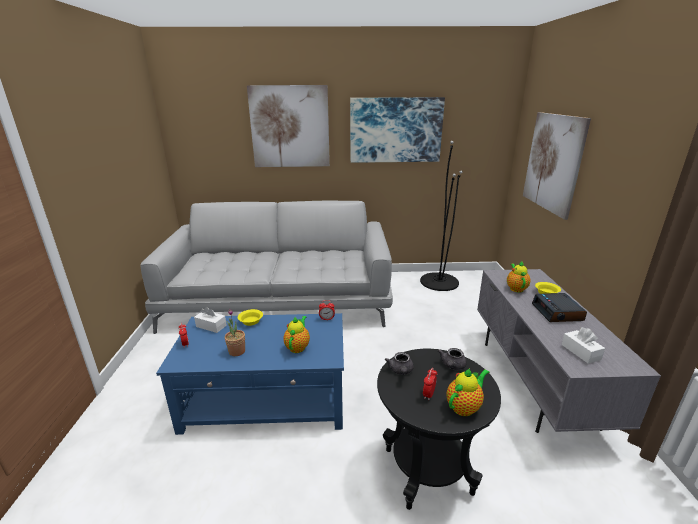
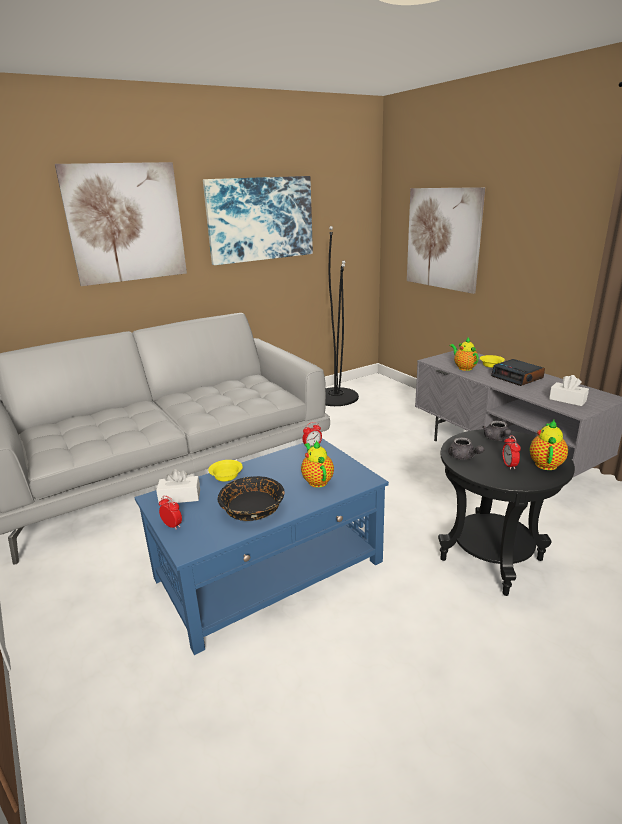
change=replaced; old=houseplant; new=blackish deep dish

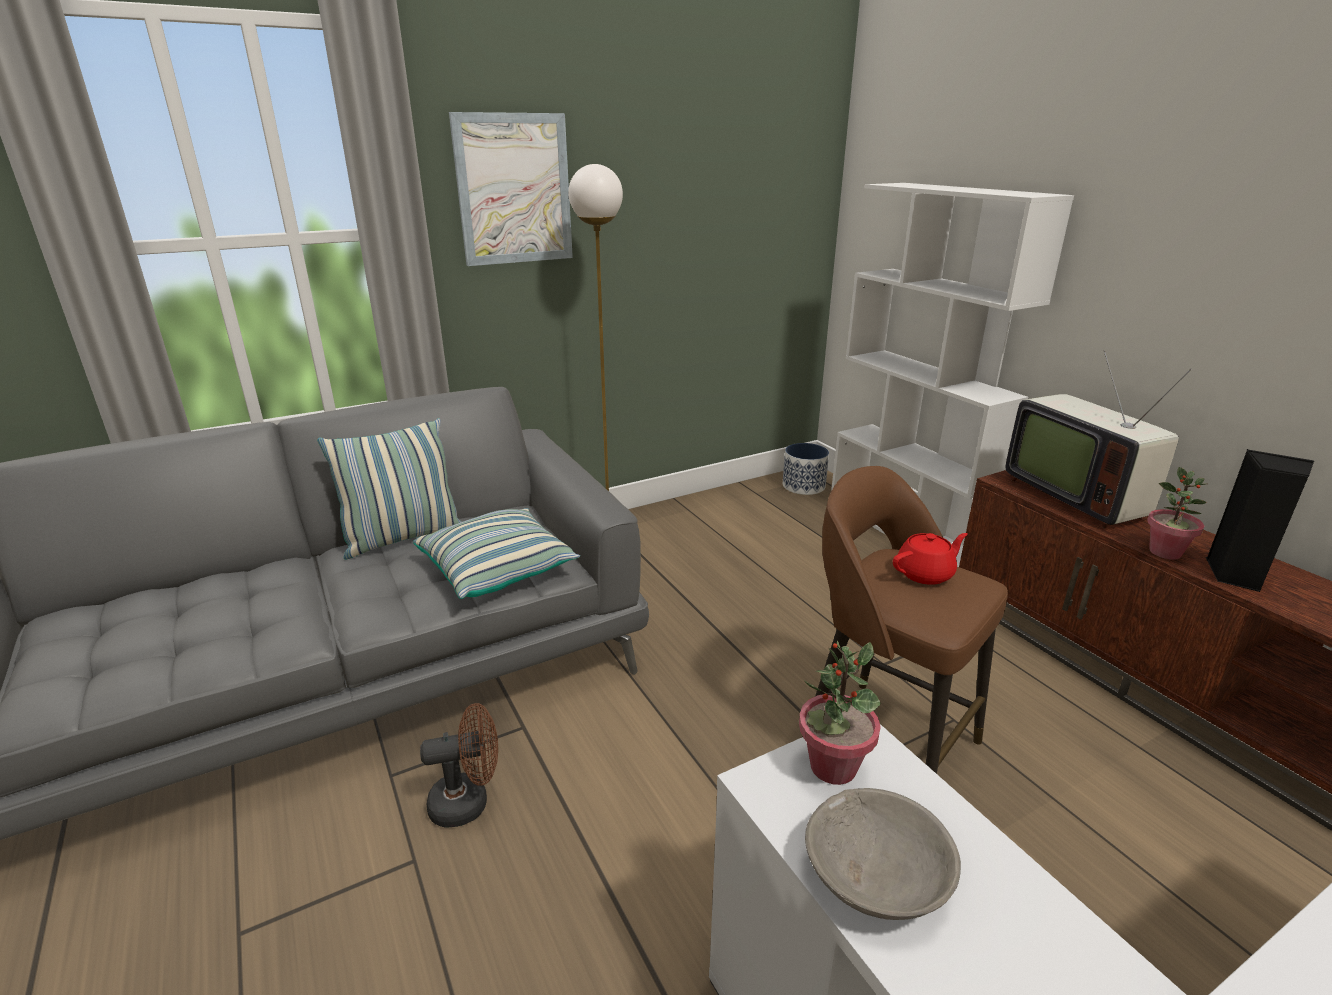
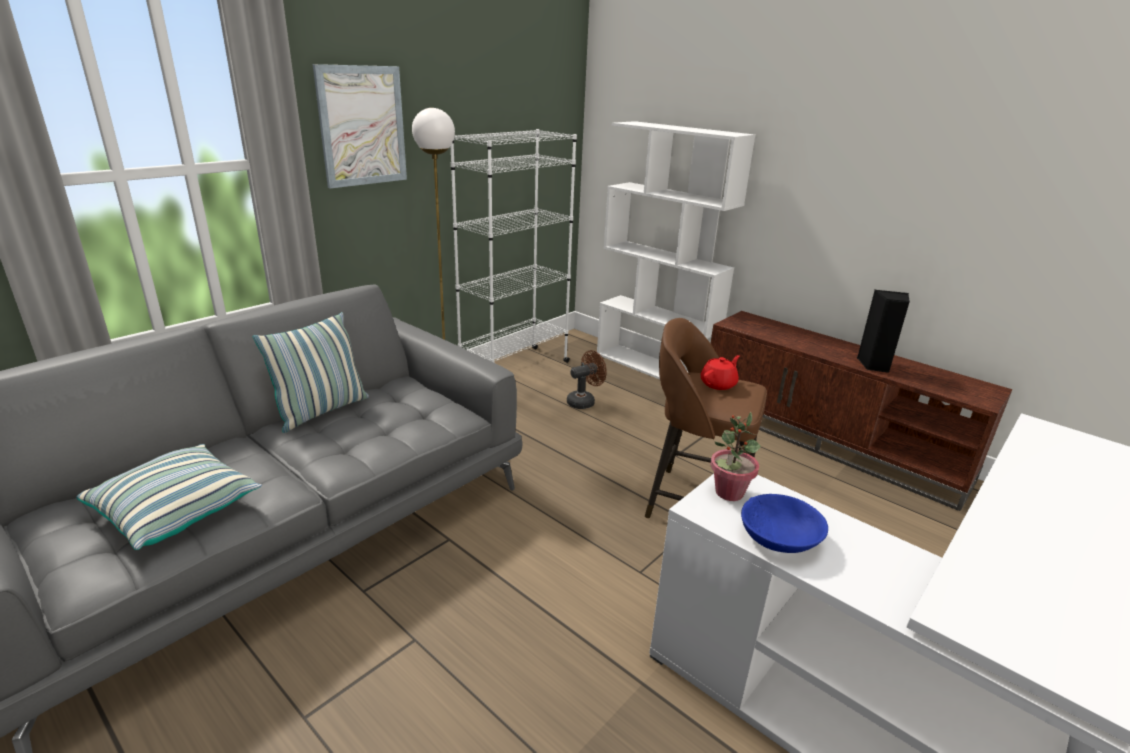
change=moved; old=throw pillow (2nd from left in the first image); new=throw pillow (1st from left)
change=moved; old=brown cooling fan
change=removed; old=planter
change=recoloured; old=greyish deep dish; new=blue-coloured deep dish
change=removed; old=TV set
change=removed; old=houseplant (2nd from left)
change=added; new=white-coloured shelving unit (1st from left)

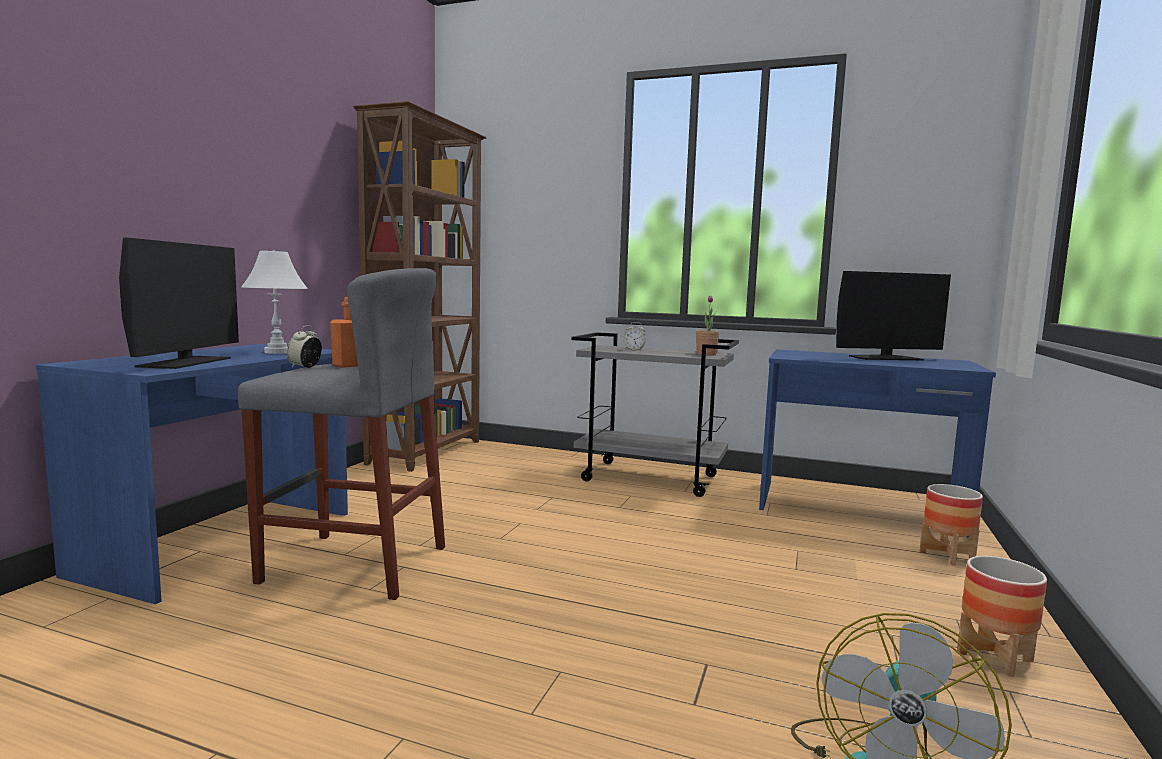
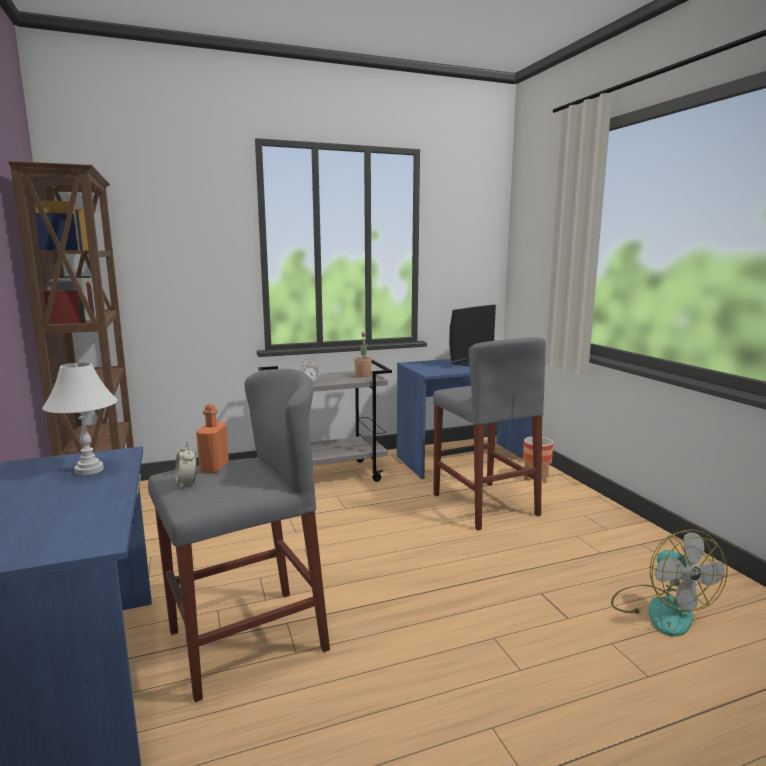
change=removed; old=computer screen (1st from left)
change=removed; old=planter (2nd from left)
change=added; new=greyish stool seat (2nd from left)

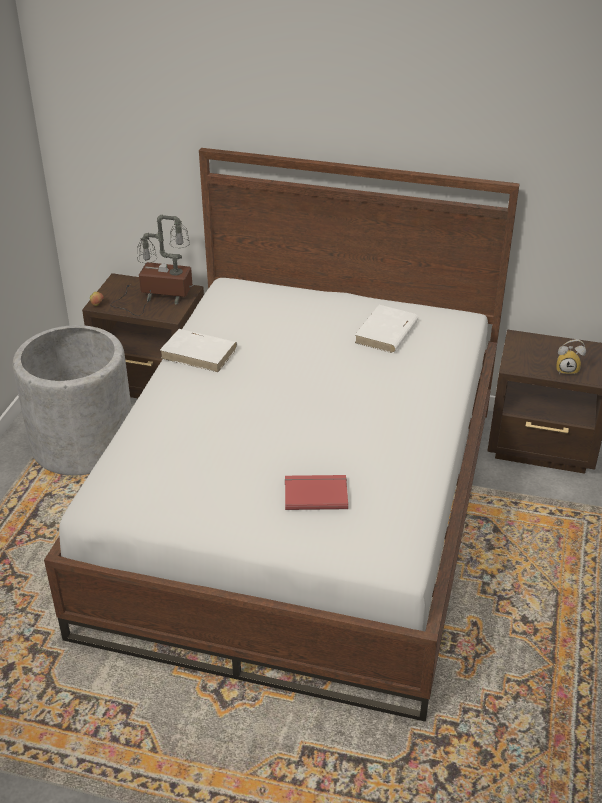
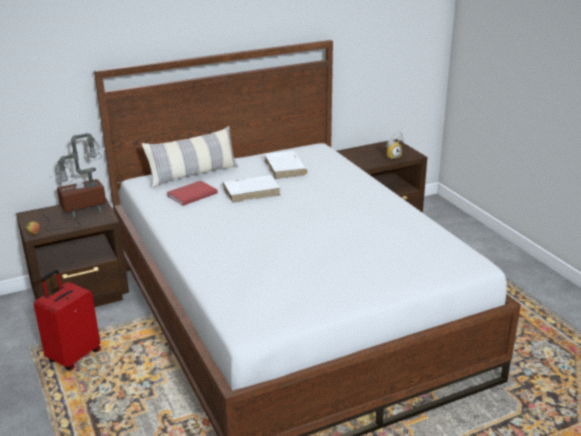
change=replaced; old=greyish planter; new=reddish travel case
change=moved; old=white-coloured book (1st from left)
change=moved; old=reddish book
change=added; new=throw pillow

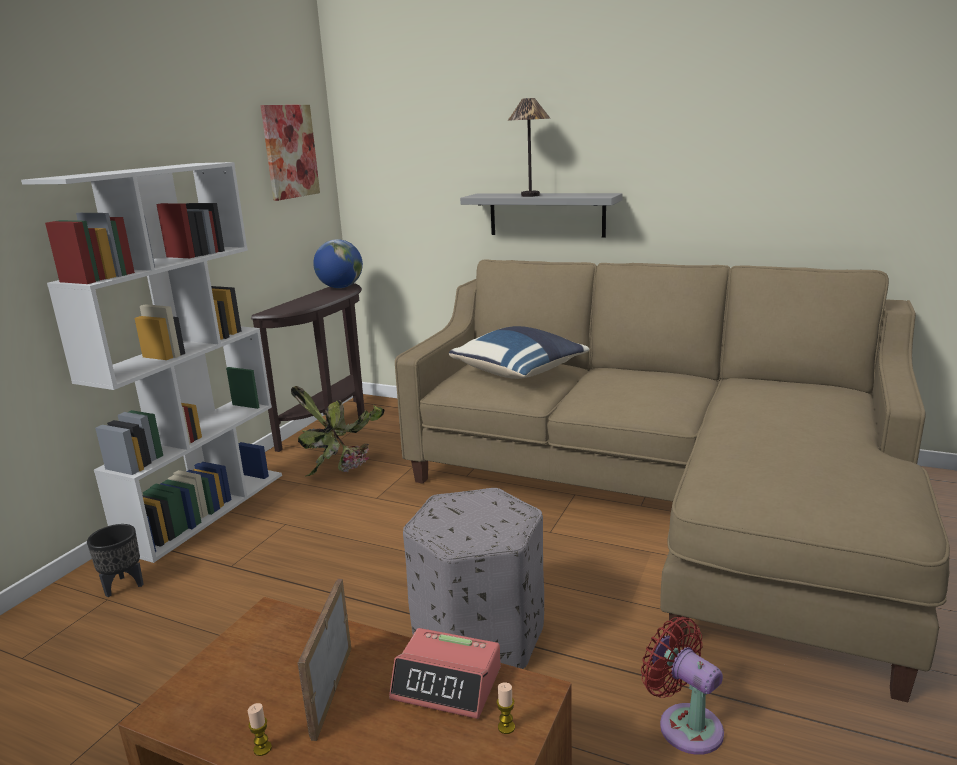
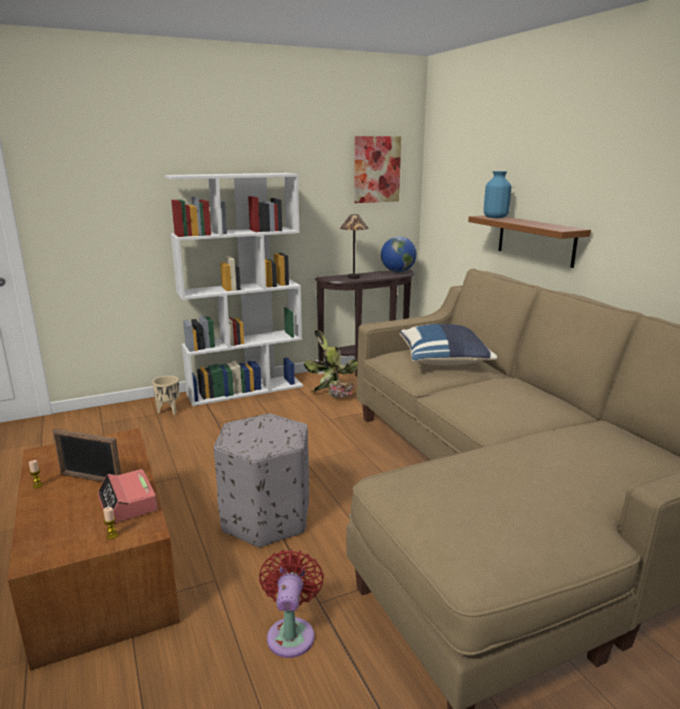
change=recoloured; old=blackish planter; new=sand-coloured planter
change=turned; old=picture frame; degrees=-120
change=recoloured; old=greyish shelf; new=brown shelf
change=moved; old=table lamp
change=added; new=blue-coloured decorative vase

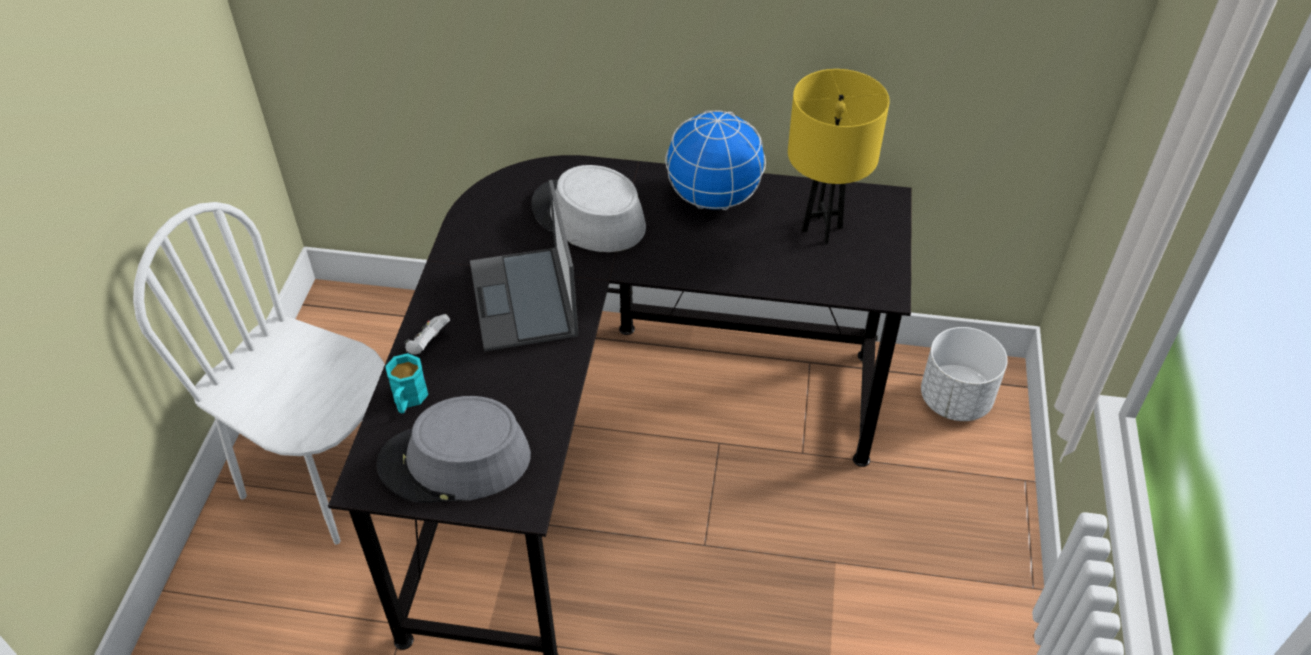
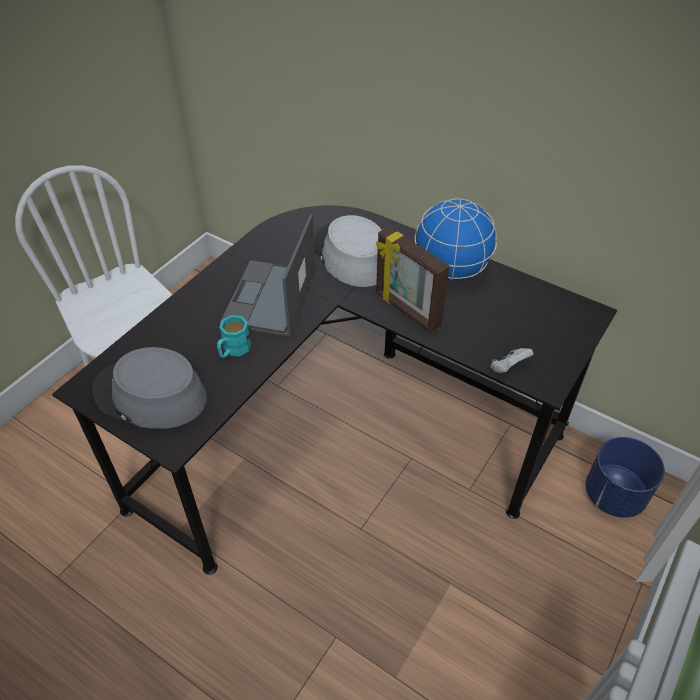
change=moved; old=blue-green tea mug
change=moved; old=white-coloured game controller
change=removed; old=yellow table lamp
change=recoloured; old=white-coloured planter; new=blue-coloured planter
change=added; new=picture frame

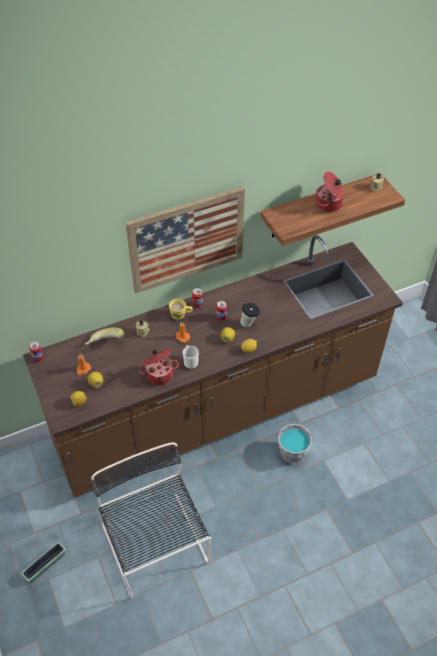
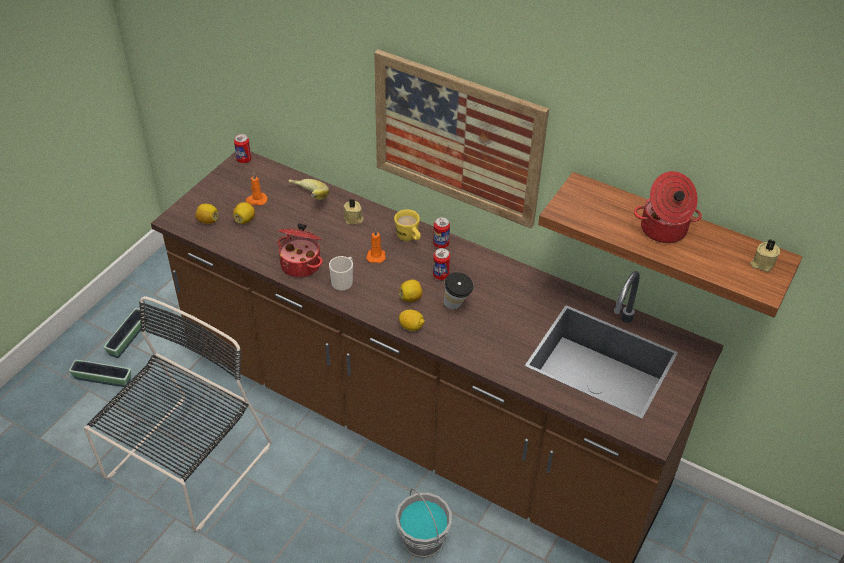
change=added; new=planter (2nd from left)

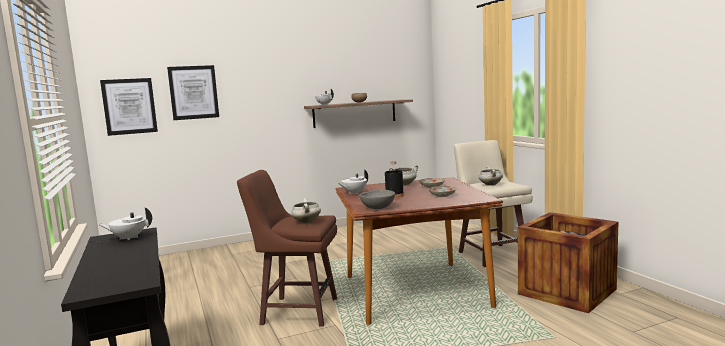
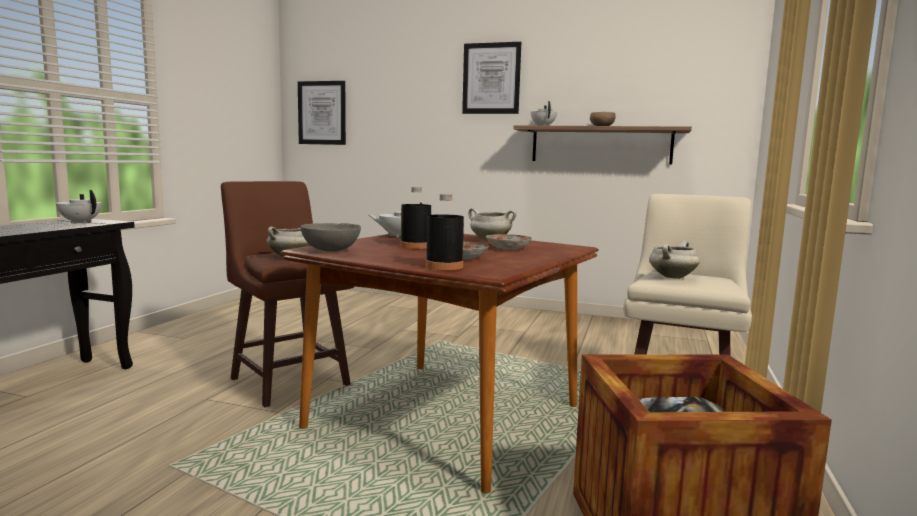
change=moved; old=picture (2nd from left)
change=added; new=blackish drink bottle (2nd from left)

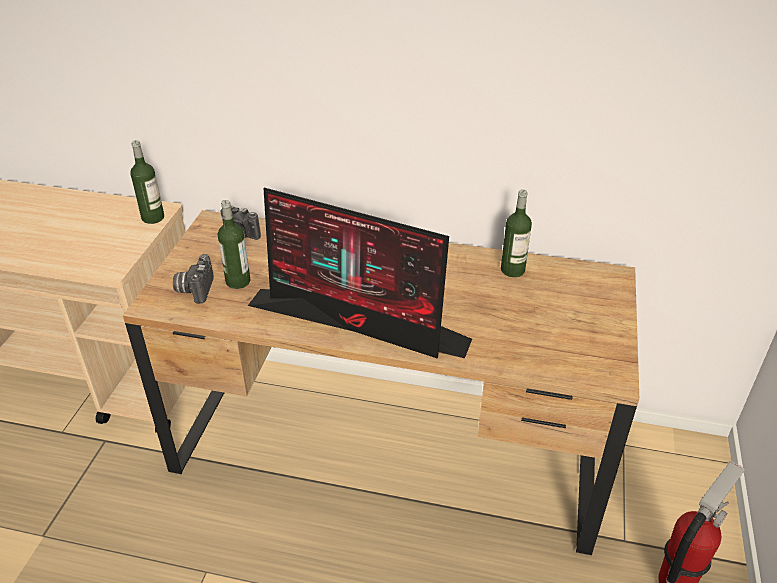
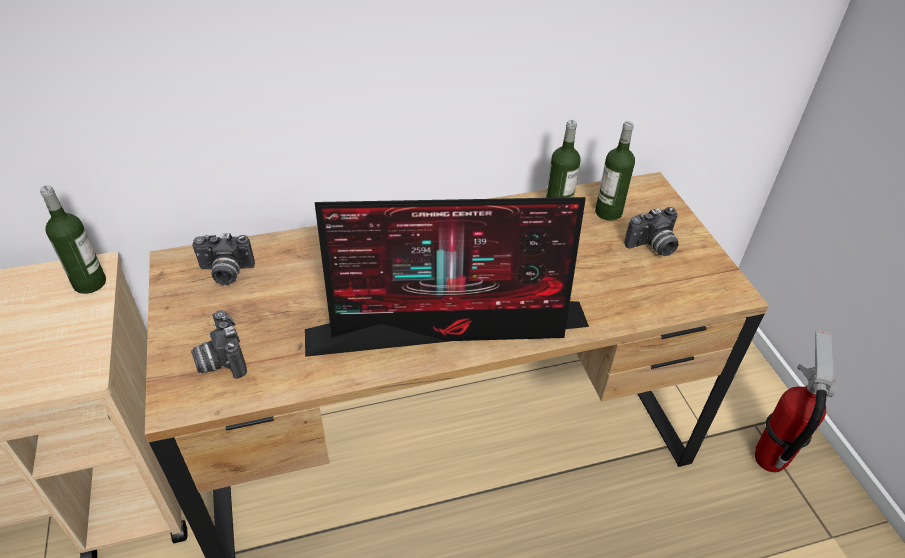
change=moved; old=drink bottle (2nd from left in the first image); new=drink bottle (3rd from left)
change=added; new=photo camera (3rd from left)

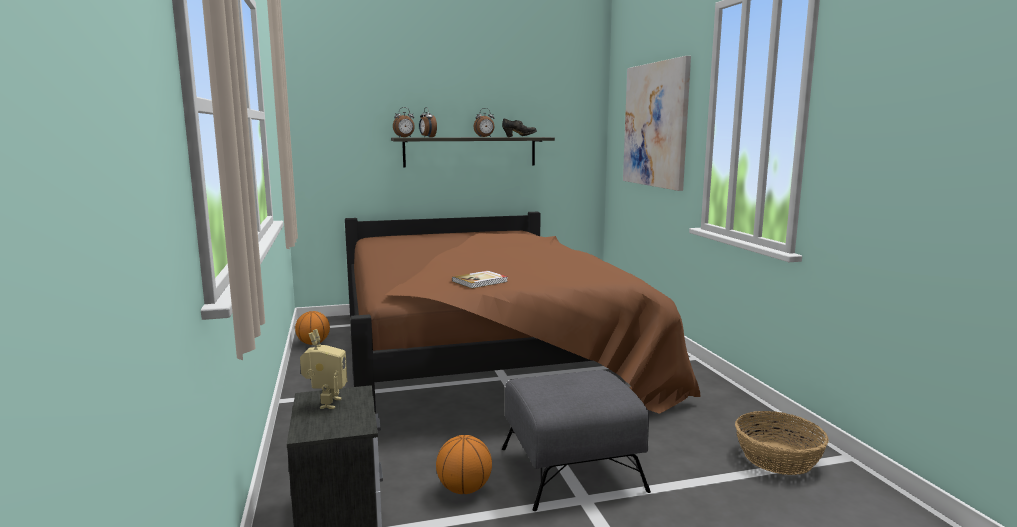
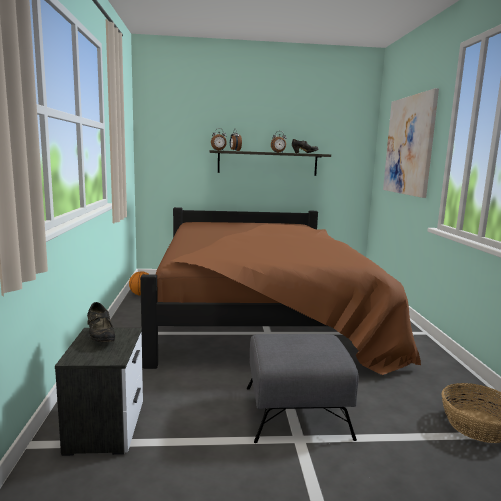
change=replaced; old=robot figure; new=blackish shoe (1st from left)
change=removed; old=basketball ball (2nd from left)
change=removed; old=book

